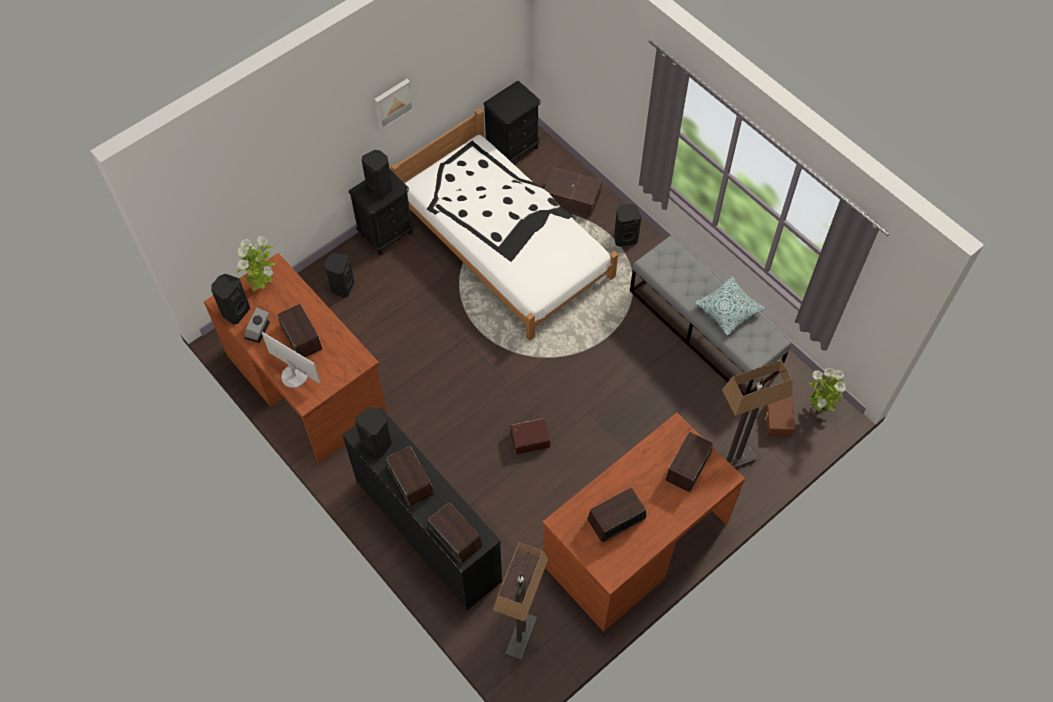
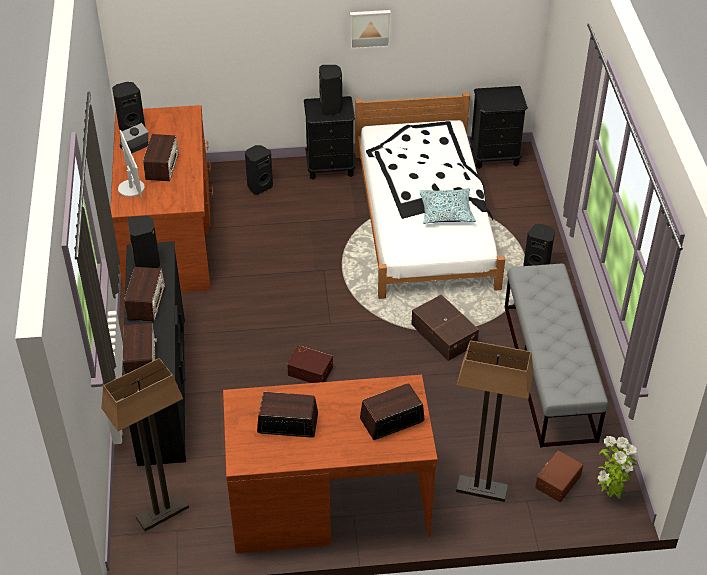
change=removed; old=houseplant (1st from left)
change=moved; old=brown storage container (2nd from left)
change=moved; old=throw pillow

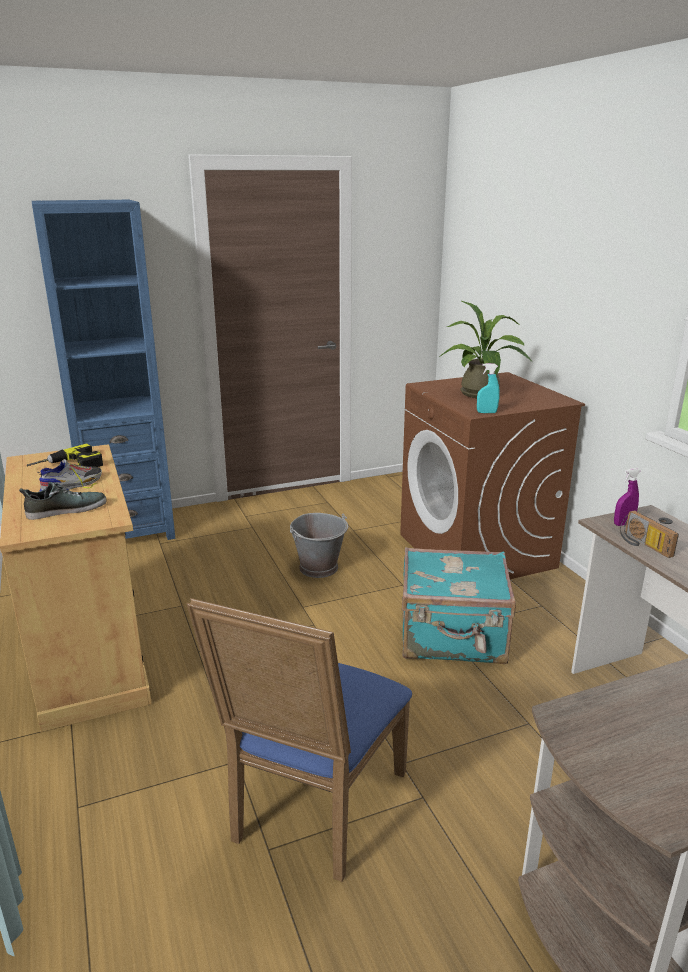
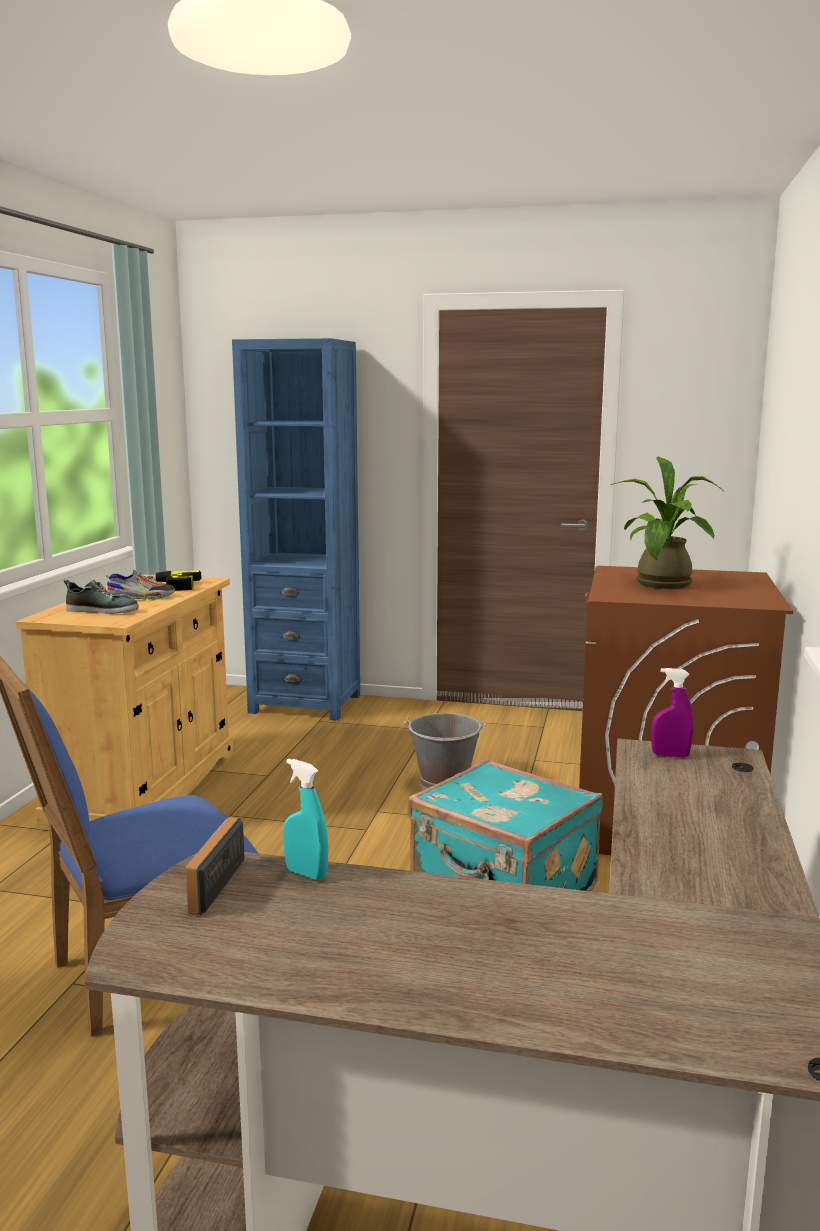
change=moved; old=blue-green hand sprayer
change=moved; old=radio receiver

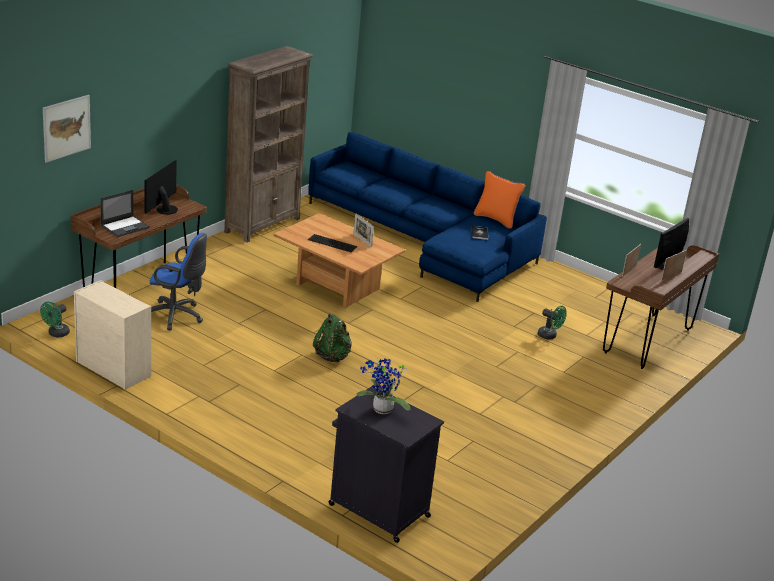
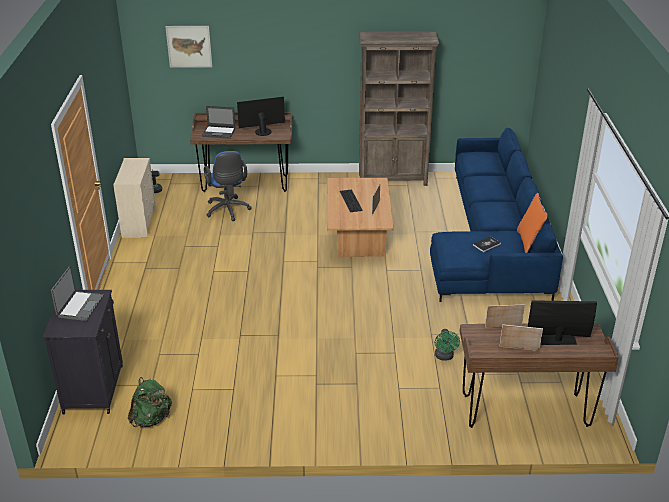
change=moved; old=greenish backpack
change=replaced; old=houseplant; new=laptop (1st from left)

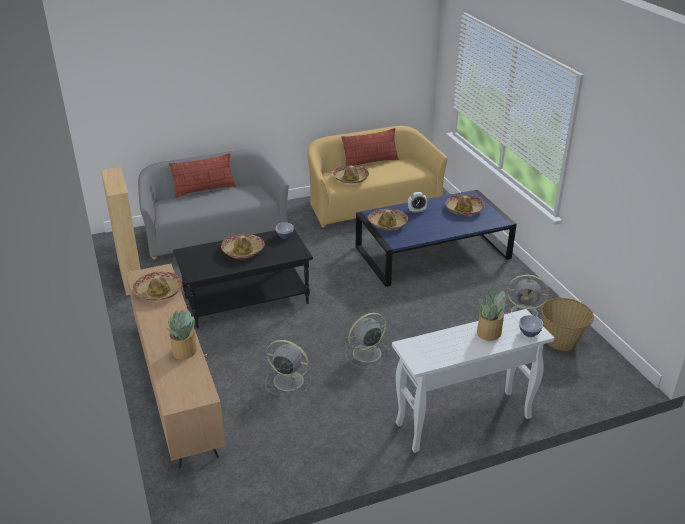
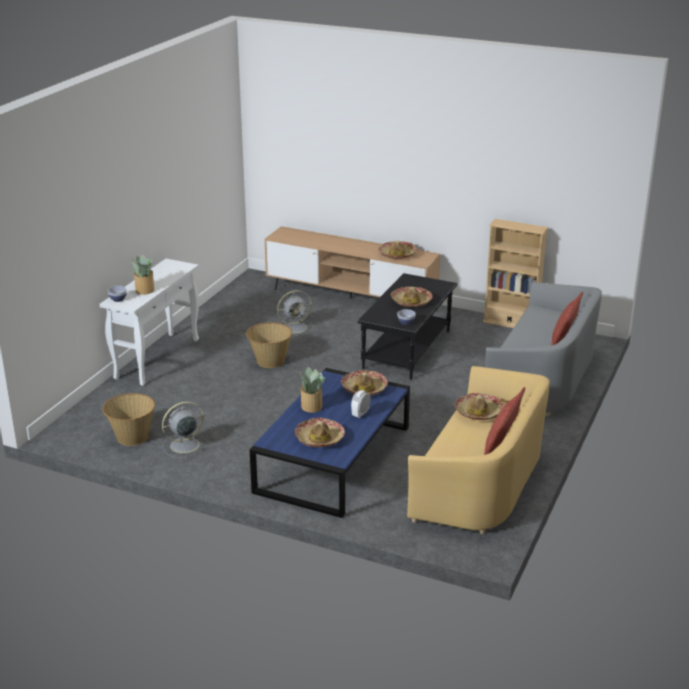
change=moved; old=houseplant (1st from left in the first image); new=houseplant (2nd from left)
change=replaced; old=greyish cooling fan (2nd from left); new=household basket (2nd from left)

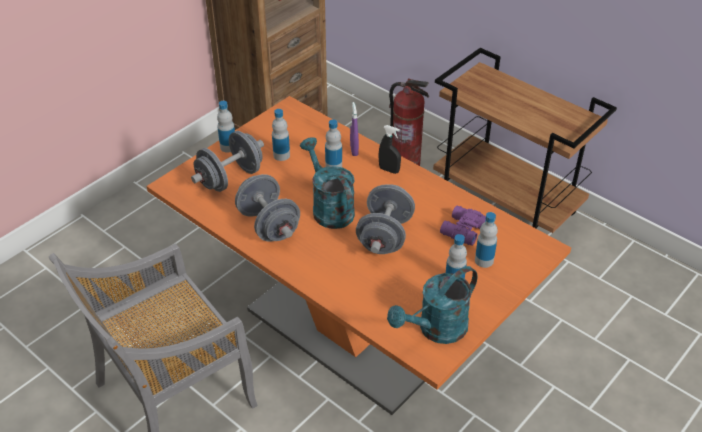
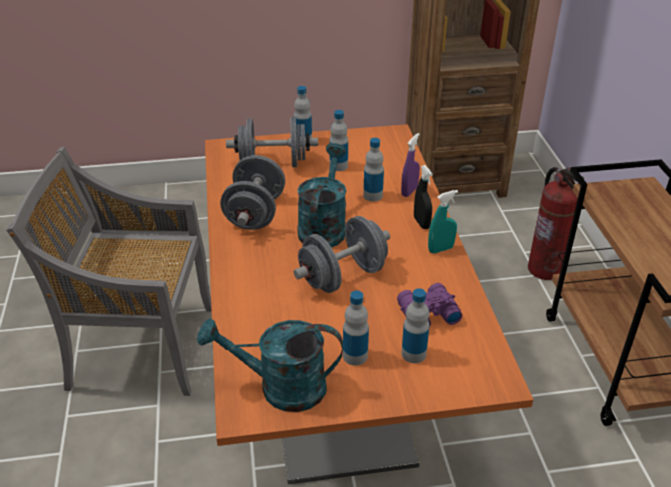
change=added; new=blue-green hand sprayer

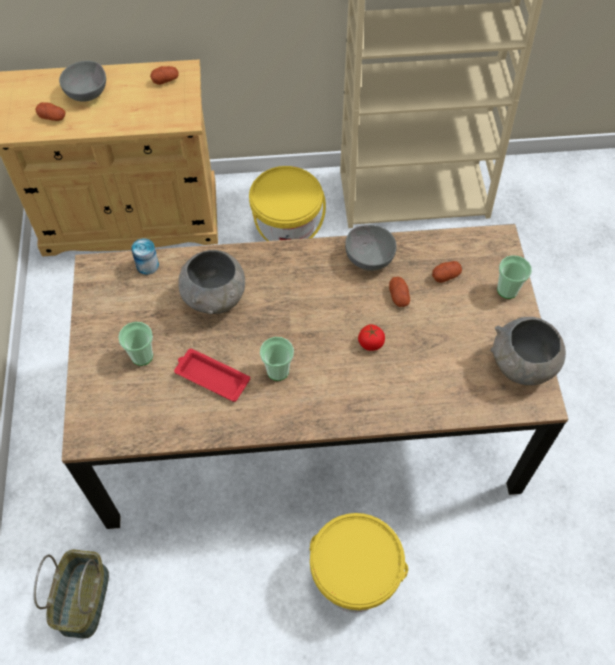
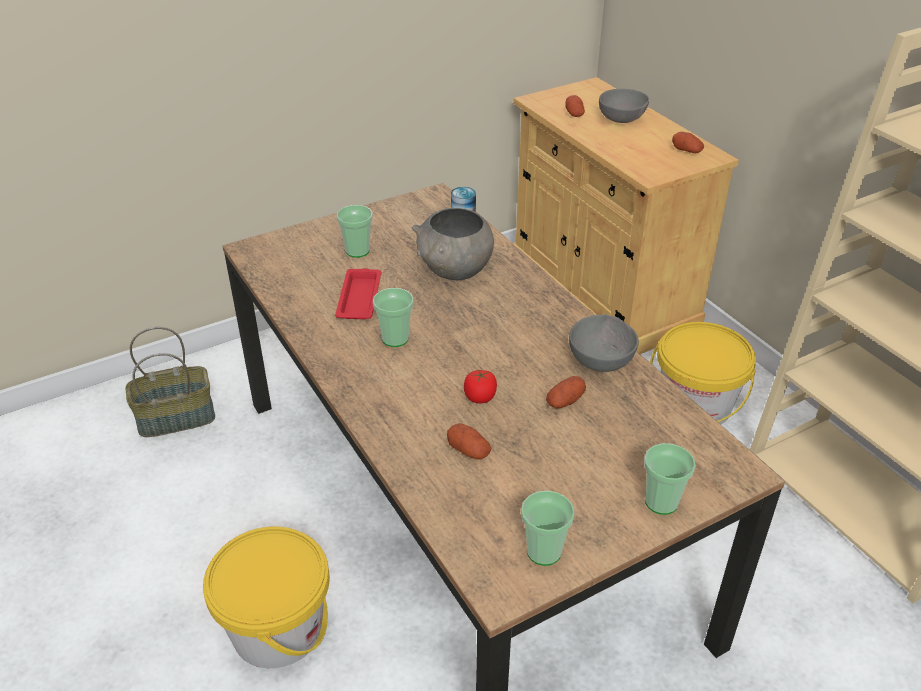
change=moved; old=potato (4th from left in the first image); new=potato (1st from left)
change=replaced; old=greyish deep dish (4th from left); new=cup (3rd from left)

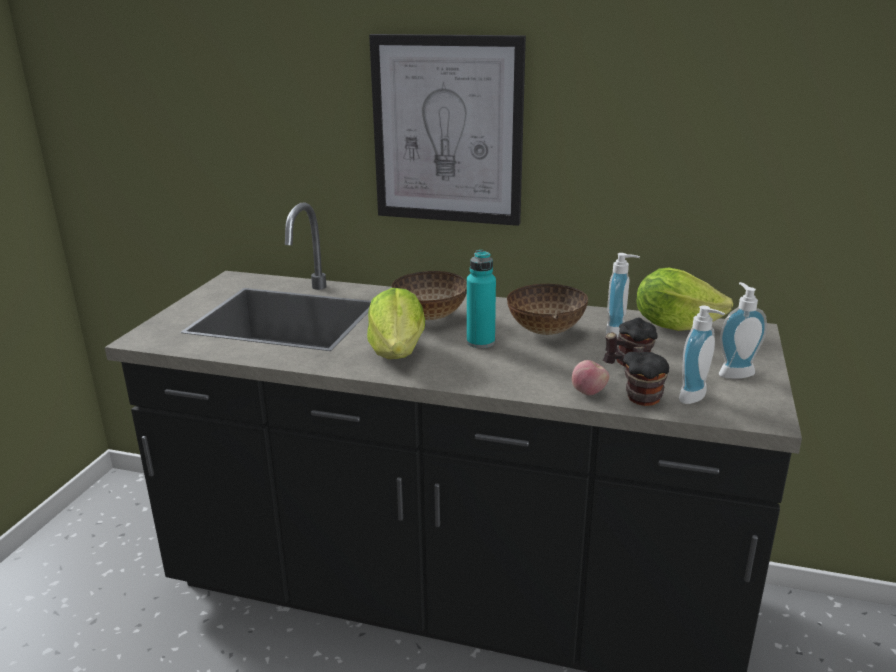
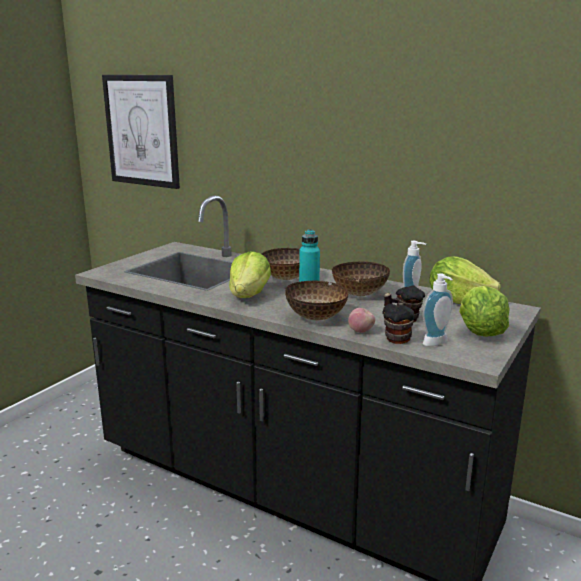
change=moved; old=picture
change=replaced; old=liquid soap bottle (3rd from left); new=lettuce (3rd from left)
change=added; new=deep dish (2nd from left)

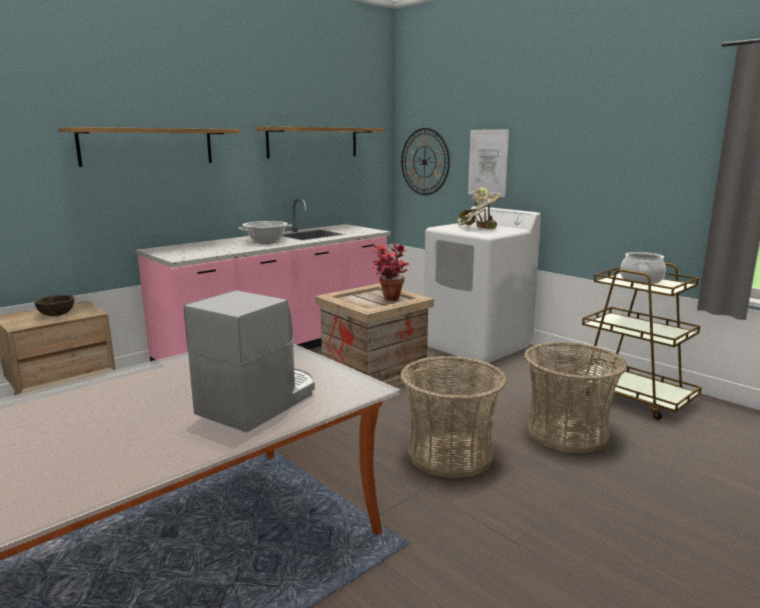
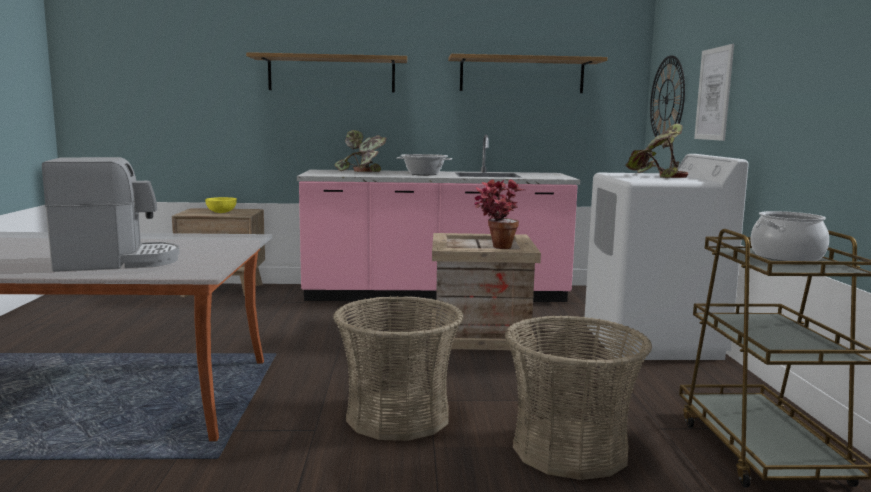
change=recoloured; old=brown deep dish; new=yellow deep dish
change=added; new=houseplant (1st from left)

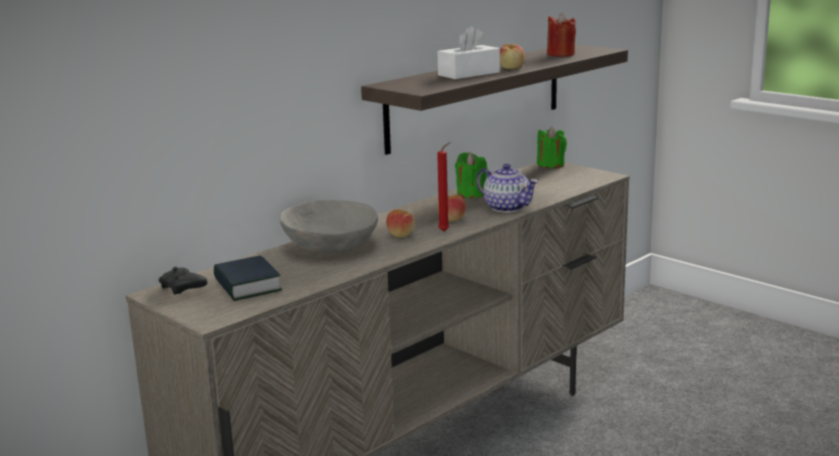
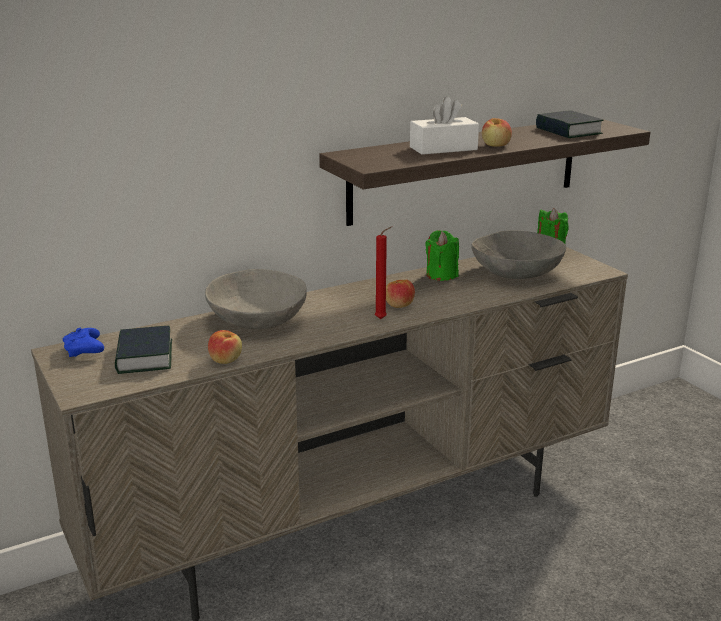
change=recoloured; old=blackish game controller; new=blue-coloured game controller
change=moved; old=apple fruit (1st from left)
change=removed; old=teapot
change=replaced; old=reddish candle (2nd from left); new=book (2nd from left)
change=added; new=greyish deep dish (2nd from left)

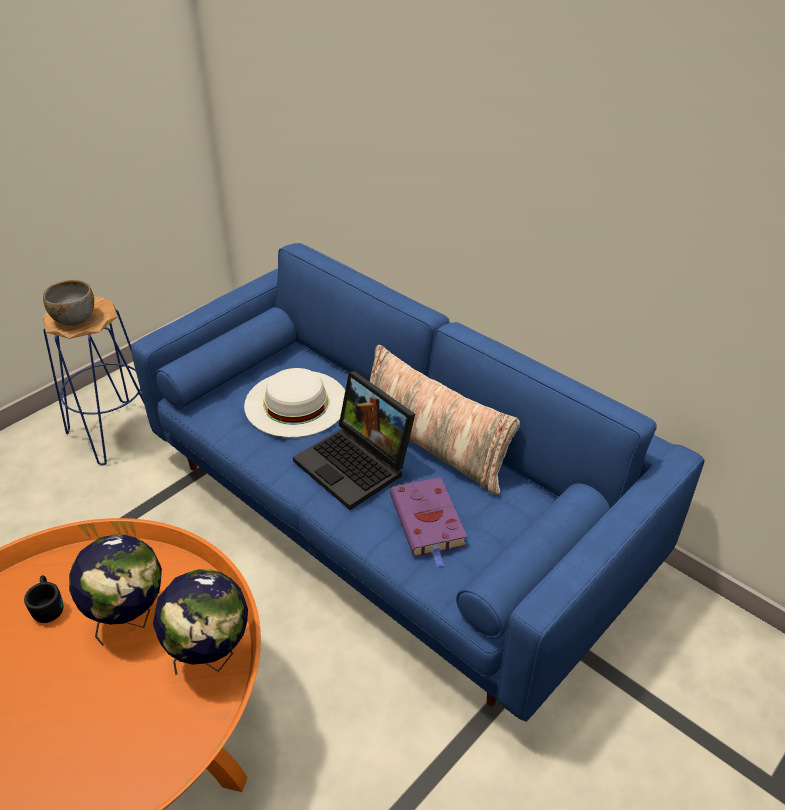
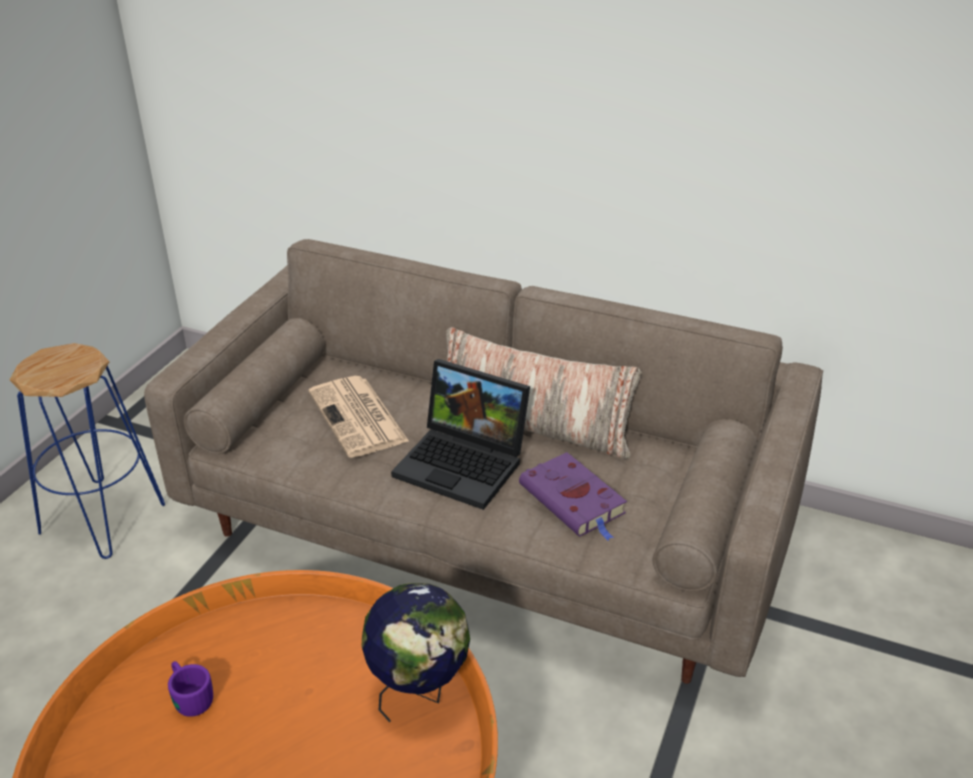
change=recoloured; old=blackish tea mug; new=purple tea mug
change=removed; old=greyish deep dish
change=removed; old=globe (1st from left)
change=recoloured; old=blue-coloured settee; new=sand-coloured settee
change=replaced; old=white-coloured clothing hat; new=daily paper

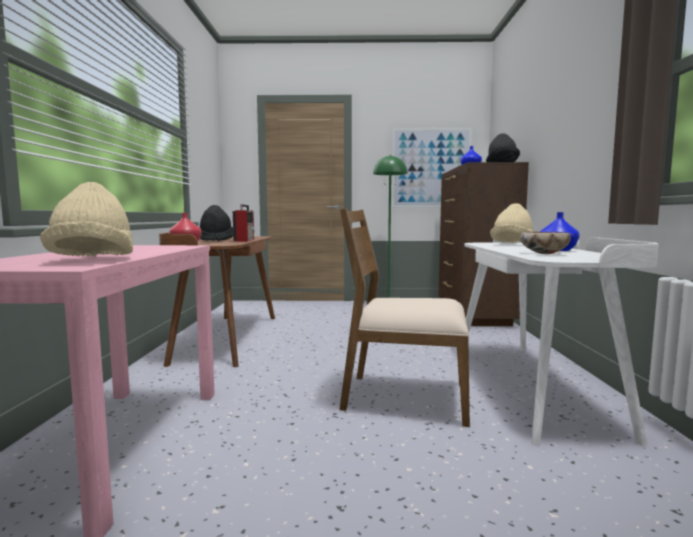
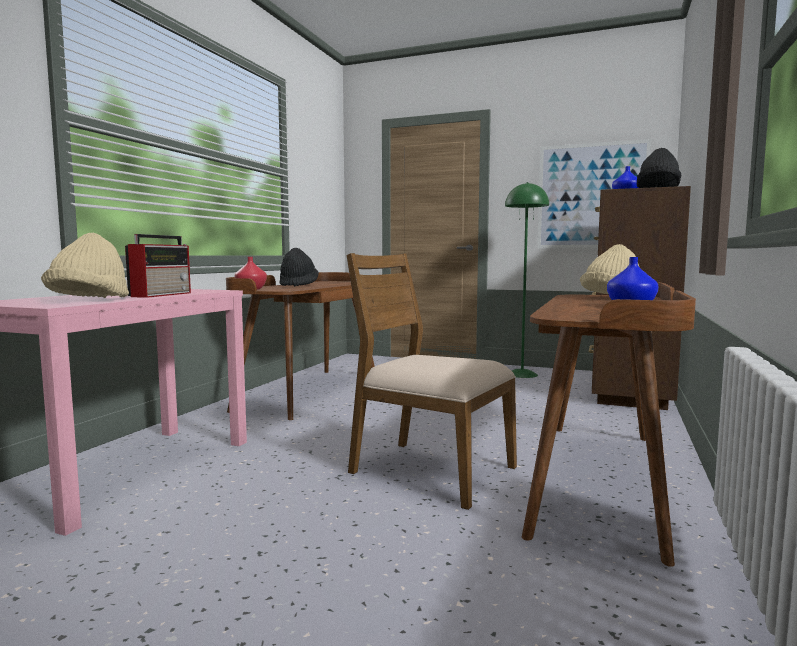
change=moved; old=radio receiver
change=recoloured; old=white-coloured desk; new=brown desk (2nd from left)
change=removed; old=deep dish

